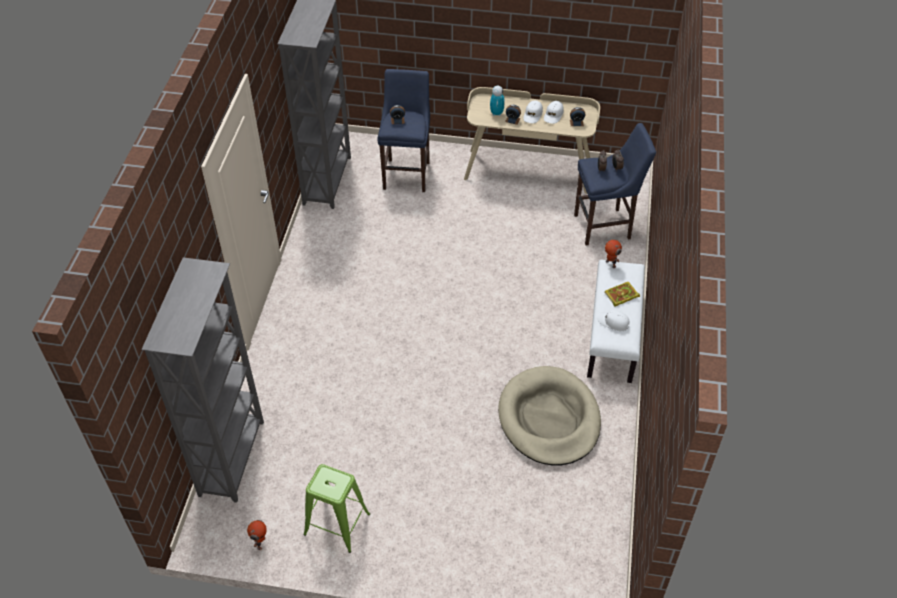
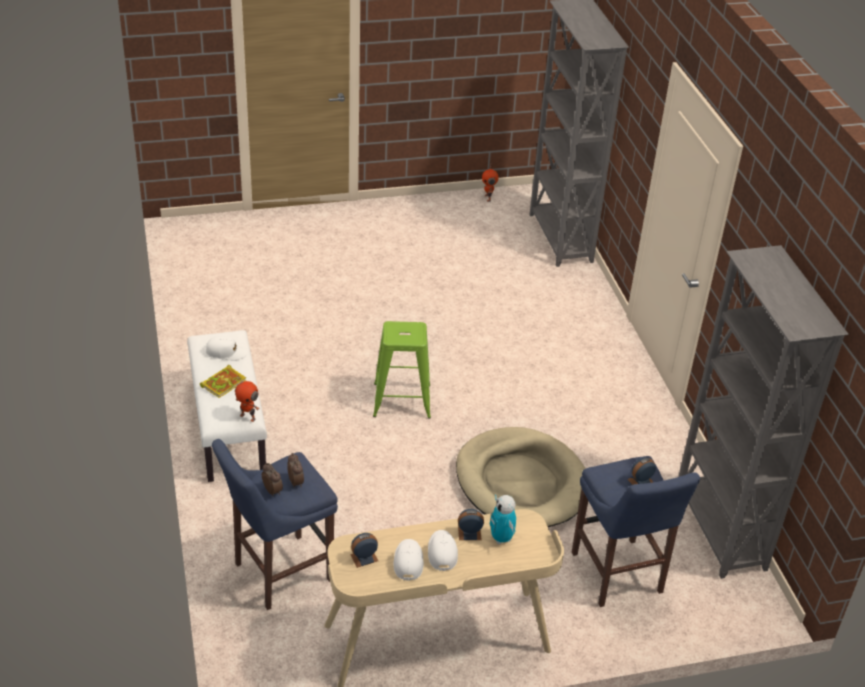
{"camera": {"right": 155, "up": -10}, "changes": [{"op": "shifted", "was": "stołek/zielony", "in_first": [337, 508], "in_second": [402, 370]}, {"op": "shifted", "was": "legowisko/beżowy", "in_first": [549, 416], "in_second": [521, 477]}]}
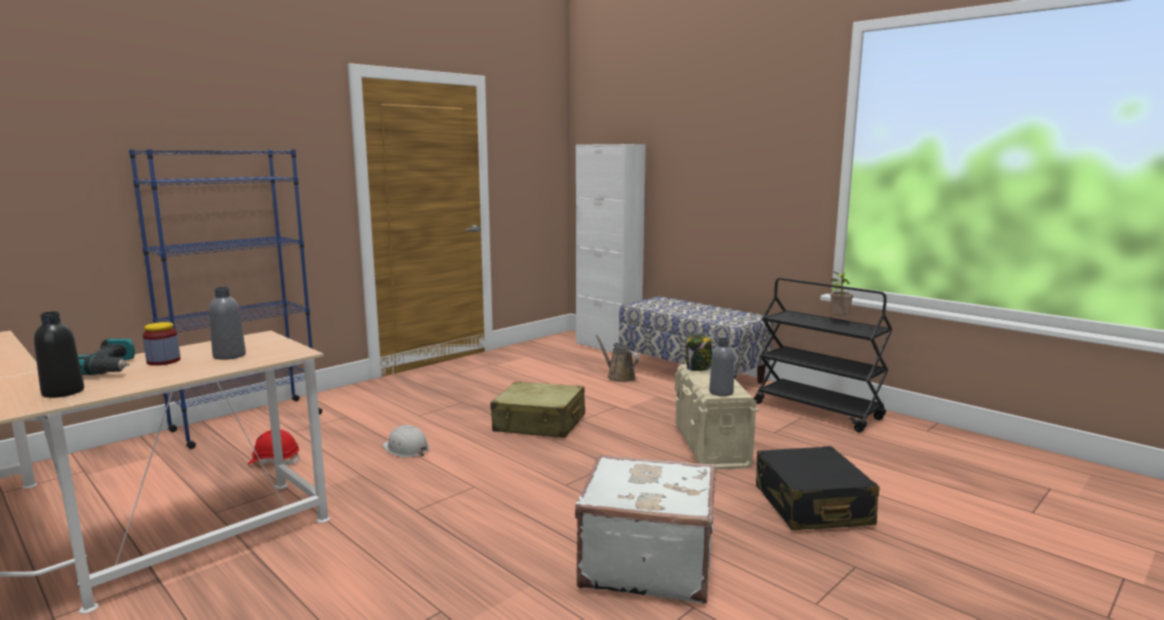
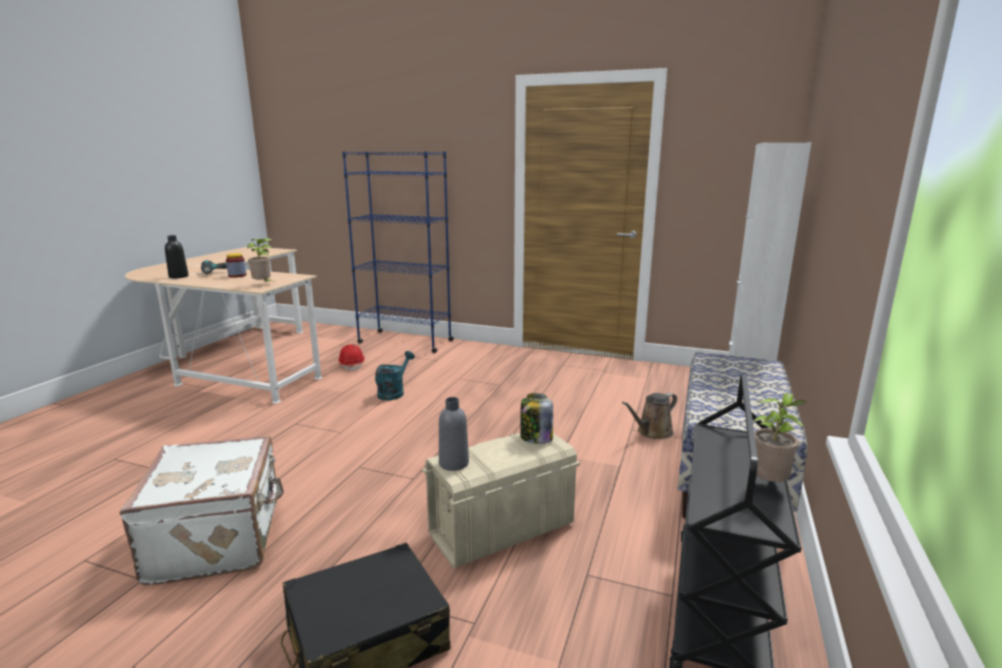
{"camera": {"right": 65, "up": 5}, "changes": [{"op": "new", "now": "roślina doniczkowa", "in_second": [259, 259]}, {"op": "swapped", "was": "kask/biały", "now": "konewka/turkusowy", "in_first": [406, 441], "in_second": [395, 375]}, {"op": "rotated", "was": "konewka/brązowy", "in_first": [617, 358], "in_second": [649, 416], "clockwise": -150}, {"op": "gone", "was": "butelka/szary", "in_first": [227, 323]}, {"op": "gone", "was": "walizka/beżowy", "in_first": [537, 409]}]}
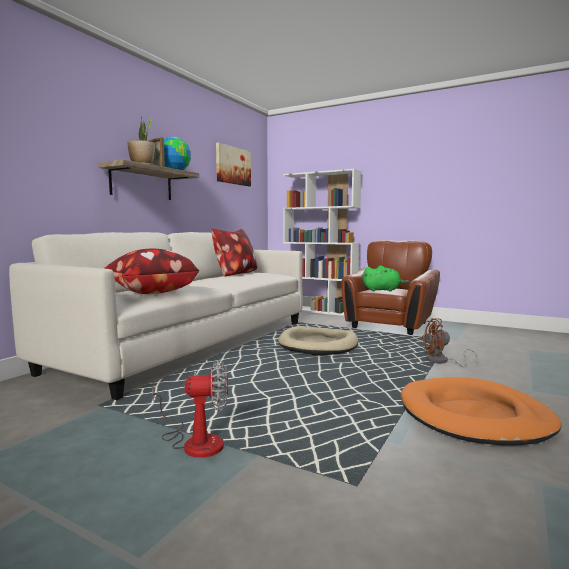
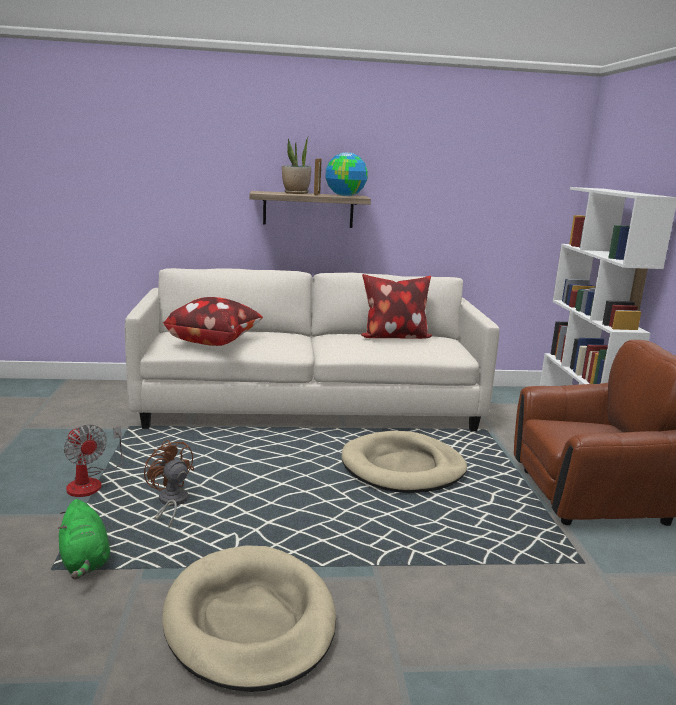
{"camera": {"right": 55, "up": 10}, "changes": [{"op": "shifted", "was": "pluszak/zielony", "in_first": [386, 278], "in_second": [84, 539]}, {"op": "shifted", "was": "wentylator/brązowy", "in_first": [449, 342], "in_second": [169, 483]}, {"op": "repainted", "was": "legowisko/pomarańczowy", "now": "legowisko/beżowy", "in_first": [481, 411], "in_second": [249, 618]}, {"op": "gone", "was": "obraz", "in_first": [233, 164]}]}
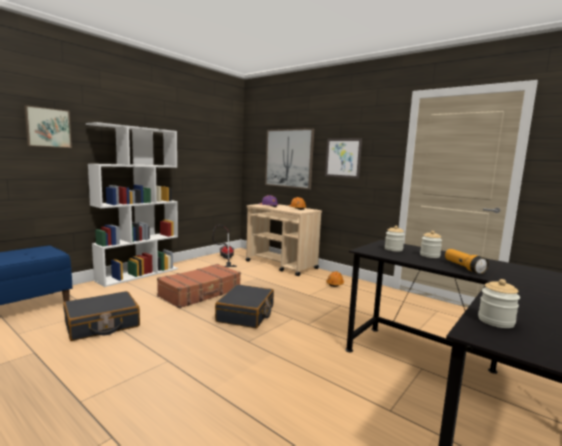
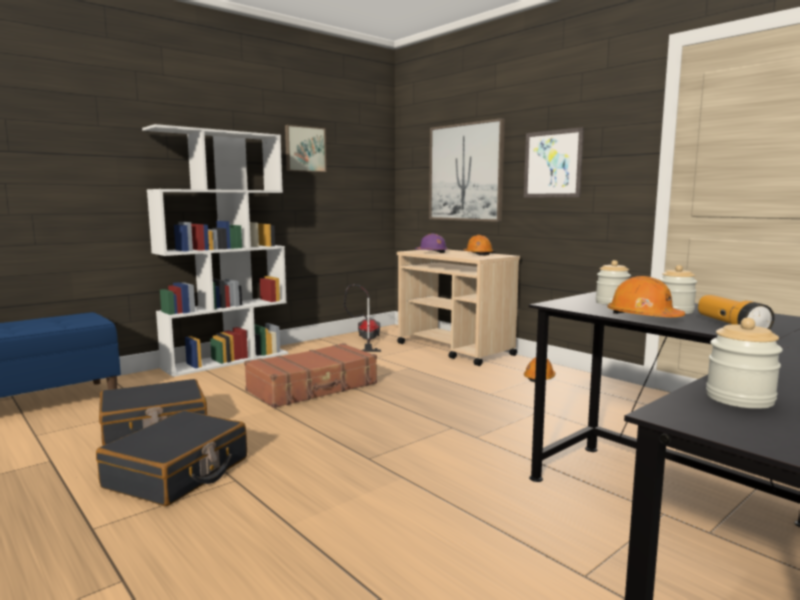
{"camera": {"right": 10, "up": 0}, "changes": [{"op": "shifted", "was": "walizka/czarny", "in_first": [244, 306], "in_second": [171, 458]}, {"op": "shifted", "was": "obraz", "in_first": [48, 126], "in_second": [305, 148]}, {"op": "new", "now": "kask/pomarańczowy", "in_second": [646, 296]}]}
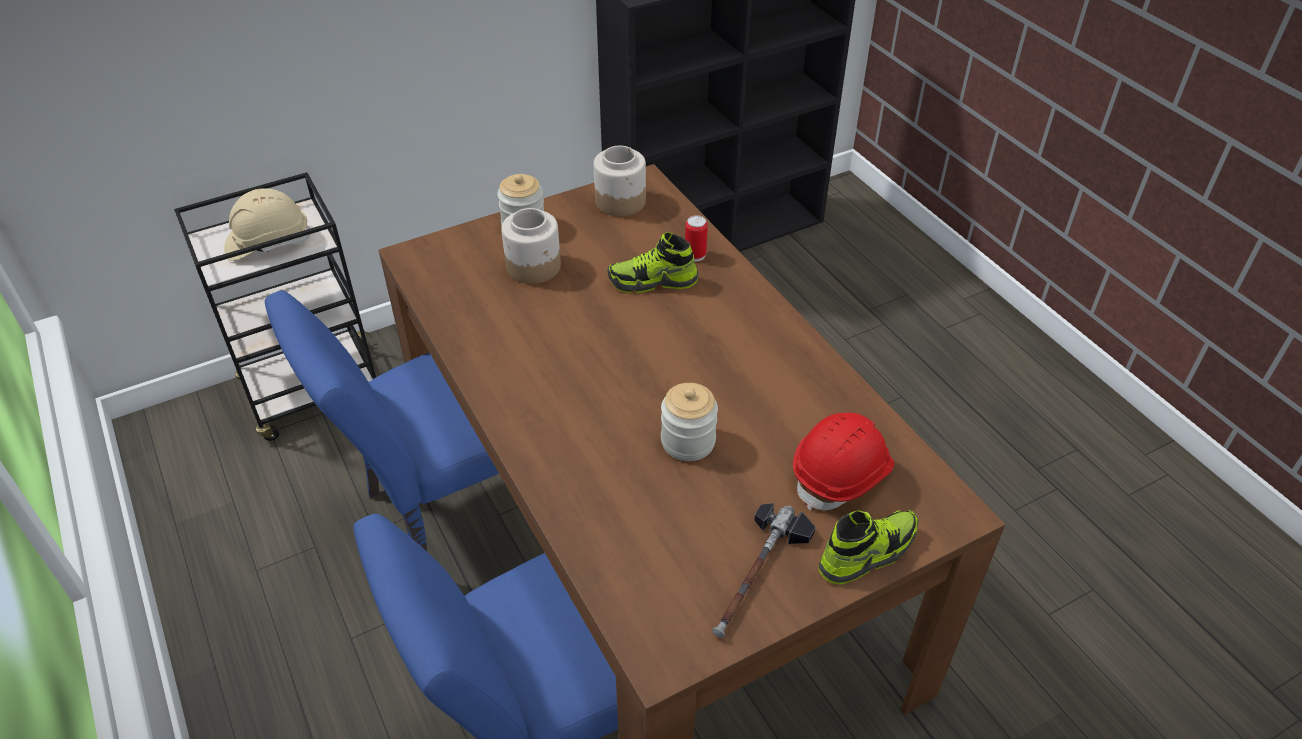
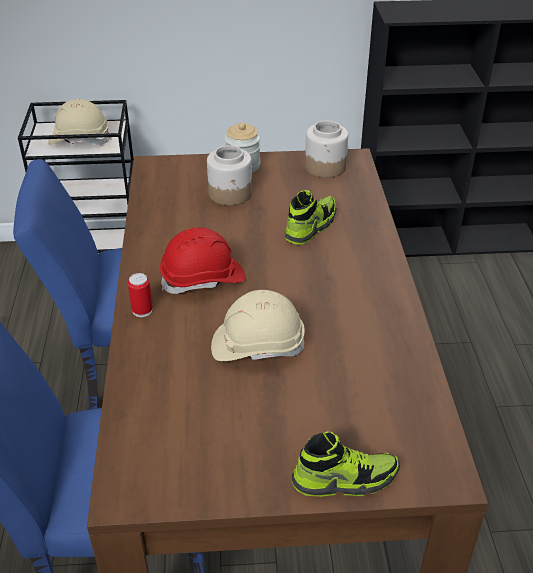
{"camera": {"right": 25, "up": -5}, "changes": [{"op": "shifted", "was": "puszka", "in_first": [696, 238], "in_second": [140, 295]}, {"op": "shifted", "was": "kask/czerwony", "in_first": [843, 462], "in_second": [203, 260]}, {"op": "swapped", "was": "słoik", "now": "kask/beżowy", "in_first": [689, 422], "in_second": [258, 325]}, {"op": "rotated", "was": "but", "in_first": [652, 262], "in_second": [310, 217], "clockwise": 105}, {"op": "gone", "was": "młotek", "in_first": [764, 570]}]}
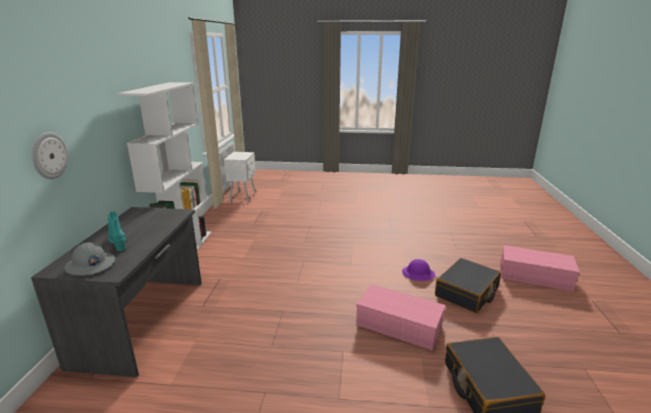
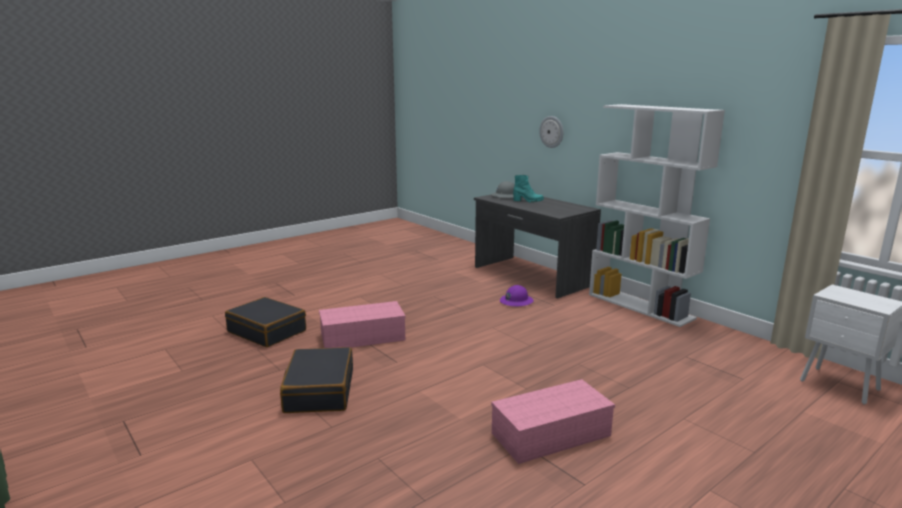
{"camera": {"right": 135, "up": -5}, "changes": [{"op": "shifted", "was": "pojemnik do przechowywania/różowy", "in_first": [540, 268], "in_second": [553, 421]}, {"op": "shifted", "was": "kask/fioletowy", "in_first": [418, 270], "in_second": [517, 295]}]}
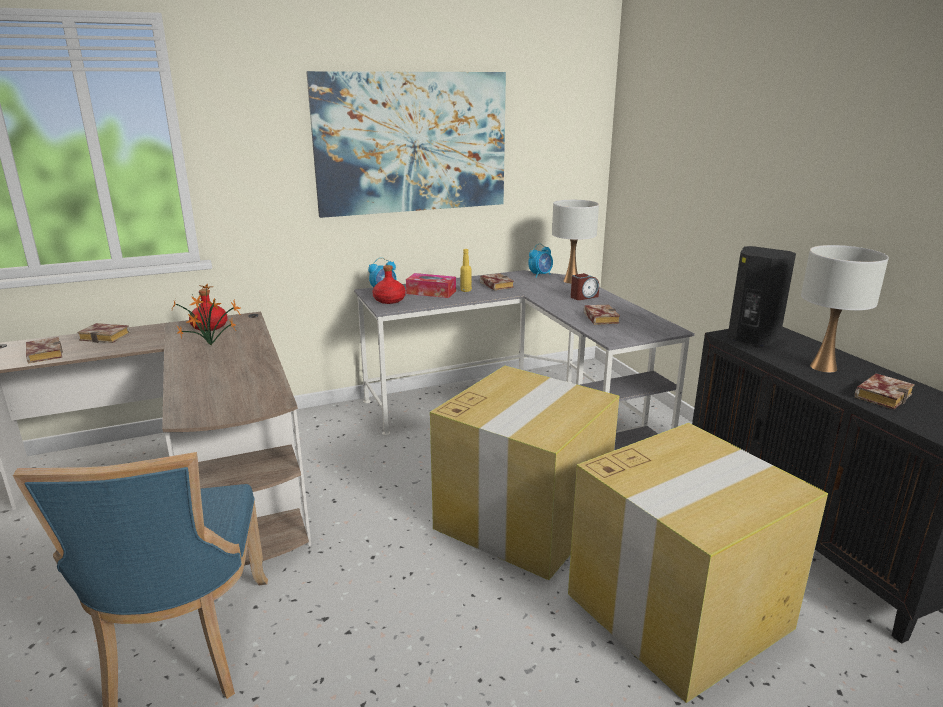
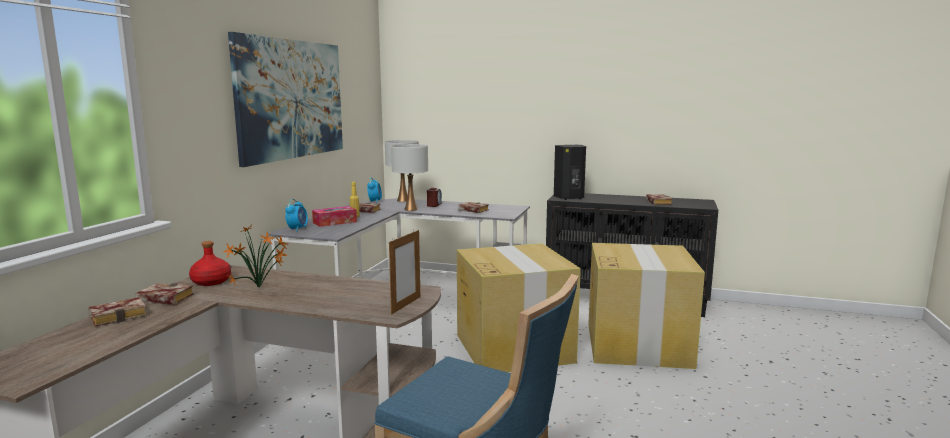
{"camera": {"right": -50, "up": -10}, "changes": [{"op": "shifted", "was": "książka", "in_first": [44, 350], "in_second": [164, 294]}, {"op": "new", "now": "ramka na zdjęcie", "in_second": [404, 271]}, {"op": "shifted", "was": "lampa stołowa/biały", "in_first": [845, 309], "in_second": [409, 177]}, {"op": "gone", "was": "butelka/czerwony", "in_first": [389, 284]}]}
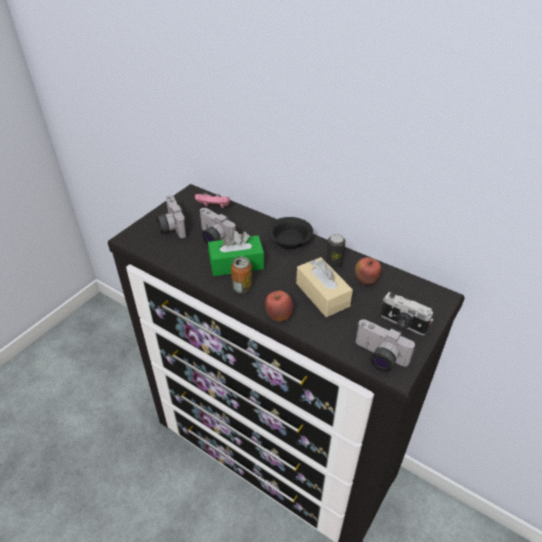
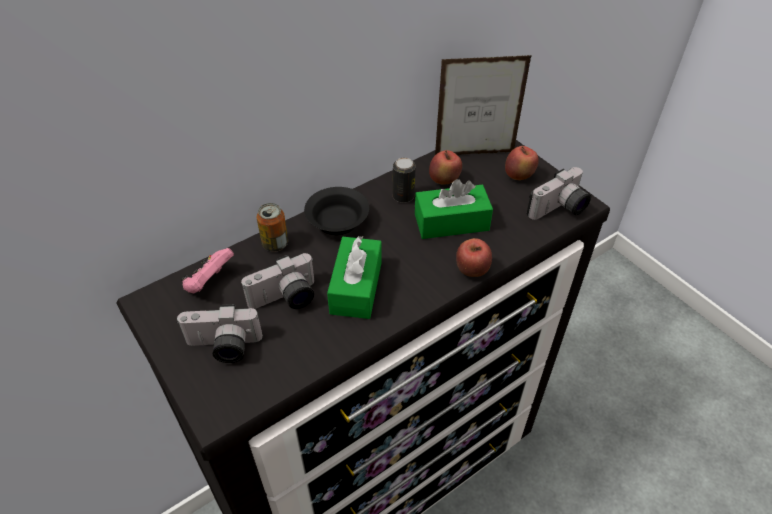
{"camera": {"right": -70, "up": 5}, "changes": [{"op": "shifted", "was": "puszka", "in_first": [241, 275], "in_second": [272, 227]}, {"op": "repainted", "was": "pudełko chusteczek/beżowy", "now": "pudełko chusteczek/zielony", "in_first": [324, 287], "in_second": [454, 209]}, {"op": "new", "now": "ramka na zdjęcie", "in_second": [483, 105]}, {"op": "swapped", "was": "aparat fotograficzny", "now": "jabłko", "in_first": [407, 313], "in_second": [522, 163]}]}
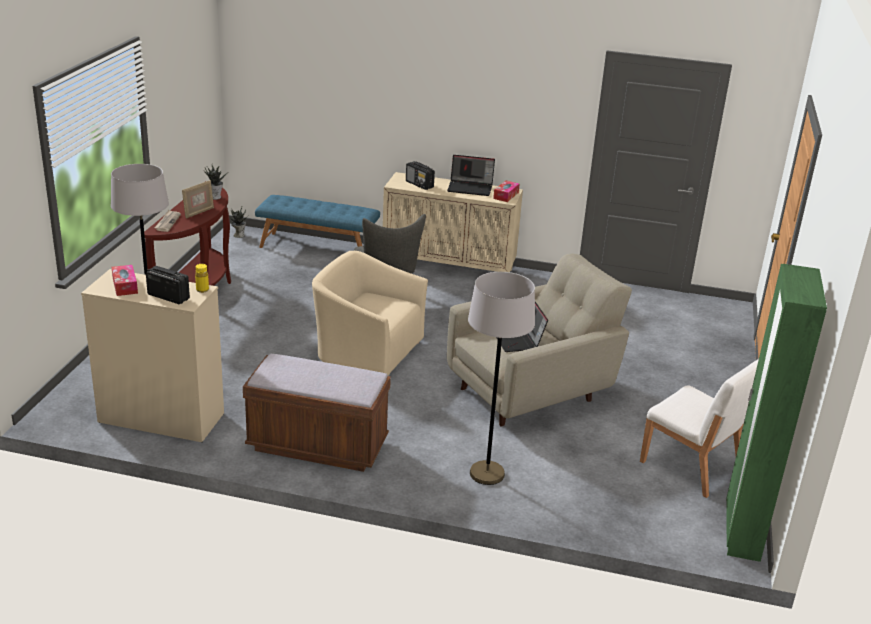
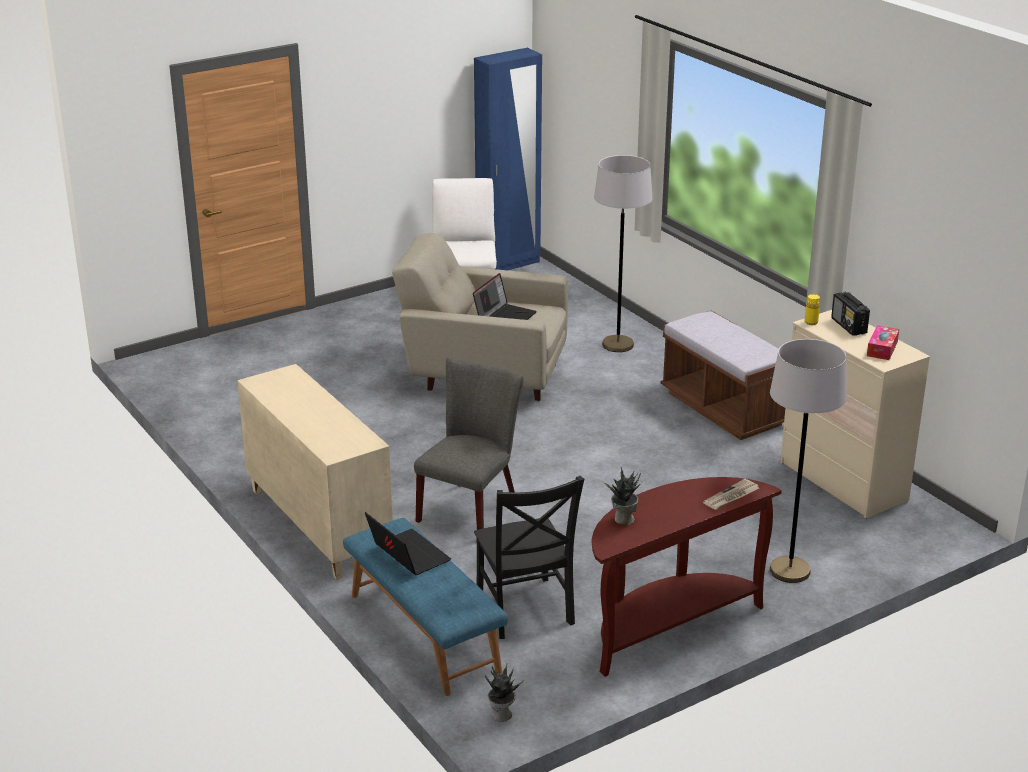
{"camera": {"right": -135, "up": 0}, "changes": [{"op": "shifted", "was": "laptop", "in_first": [471, 175], "in_second": [408, 543]}, {"op": "repainted", "was": "szafa/zielony", "now": "szafa/niebieski", "in_first": [776, 413], "in_second": [508, 159]}, {"op": "new", "now": "krzesło/czarny", "in_second": [529, 557]}, {"op": "gone", "was": "ramka na zdjęcie", "in_first": [198, 199]}, {"op": "gone", "was": "fotel/beżowy", "in_first": [370, 313]}, {"op": "gone", "was": "radio", "in_first": [420, 175]}, {"op": "gone", "was": "pudełko chusteczek", "in_first": [506, 191]}]}
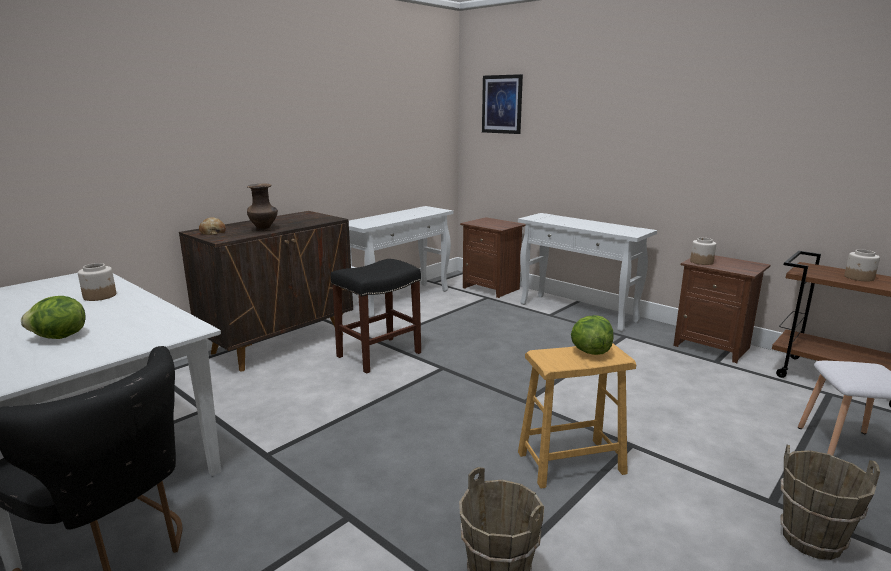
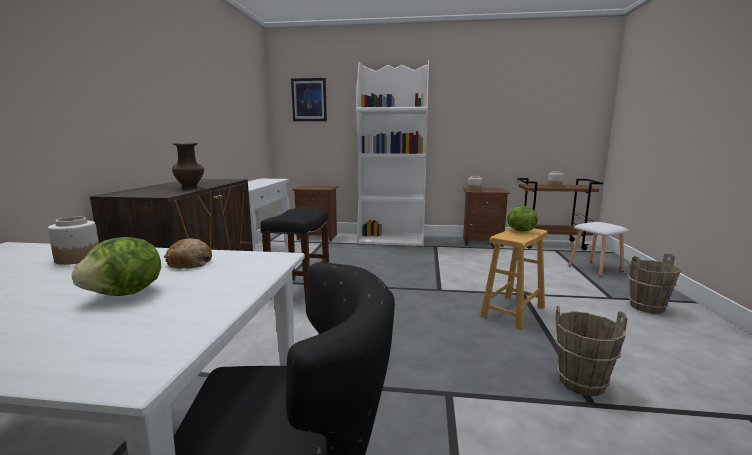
{"camera": {"right": -35, "up": -5}, "changes": [{"op": "shifted", "was": "chleb", "in_first": [212, 226], "in_second": [188, 253]}, {"op": "swapped", "was": "stolik konsolowy/biały", "now": "regał/biały", "in_first": [587, 272], "in_second": [392, 153]}]}
